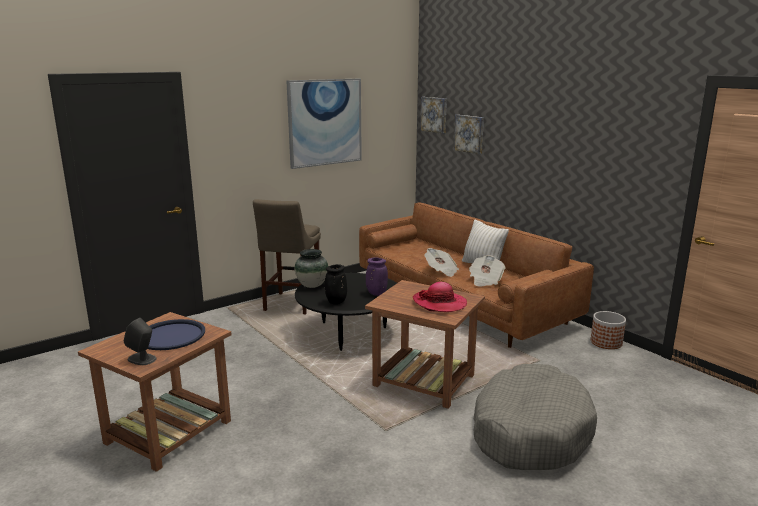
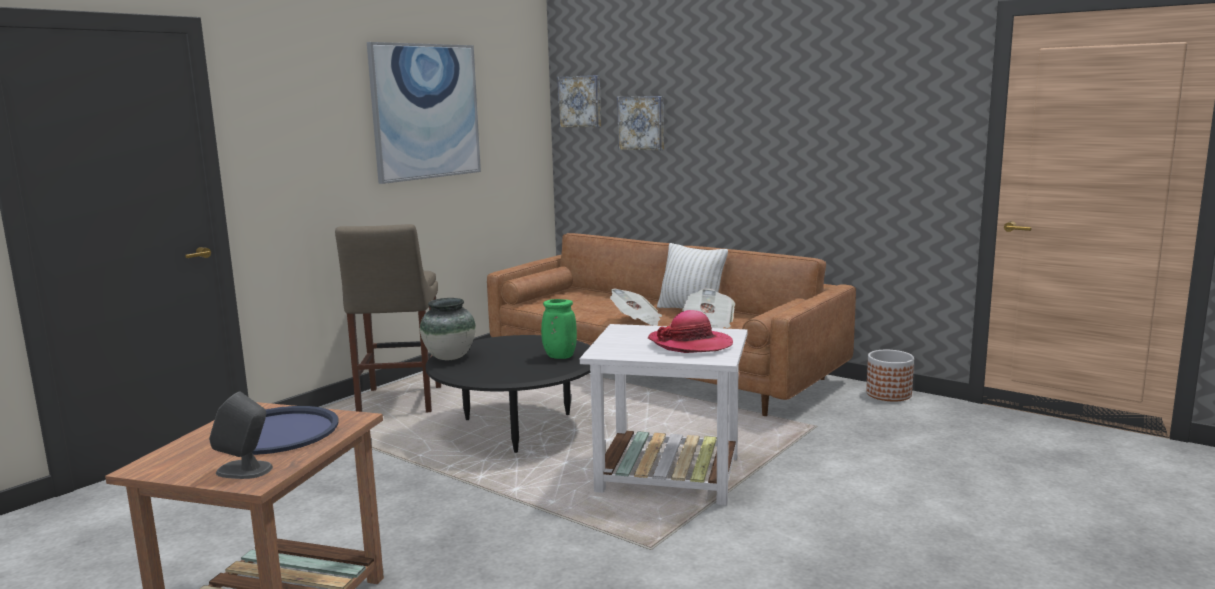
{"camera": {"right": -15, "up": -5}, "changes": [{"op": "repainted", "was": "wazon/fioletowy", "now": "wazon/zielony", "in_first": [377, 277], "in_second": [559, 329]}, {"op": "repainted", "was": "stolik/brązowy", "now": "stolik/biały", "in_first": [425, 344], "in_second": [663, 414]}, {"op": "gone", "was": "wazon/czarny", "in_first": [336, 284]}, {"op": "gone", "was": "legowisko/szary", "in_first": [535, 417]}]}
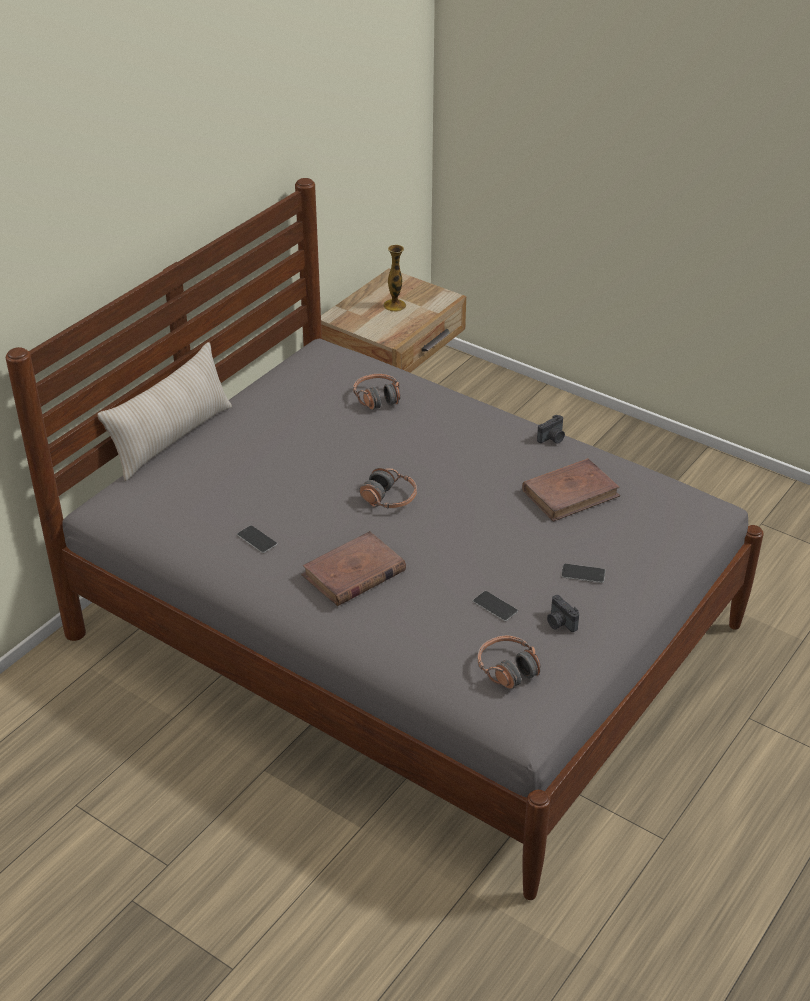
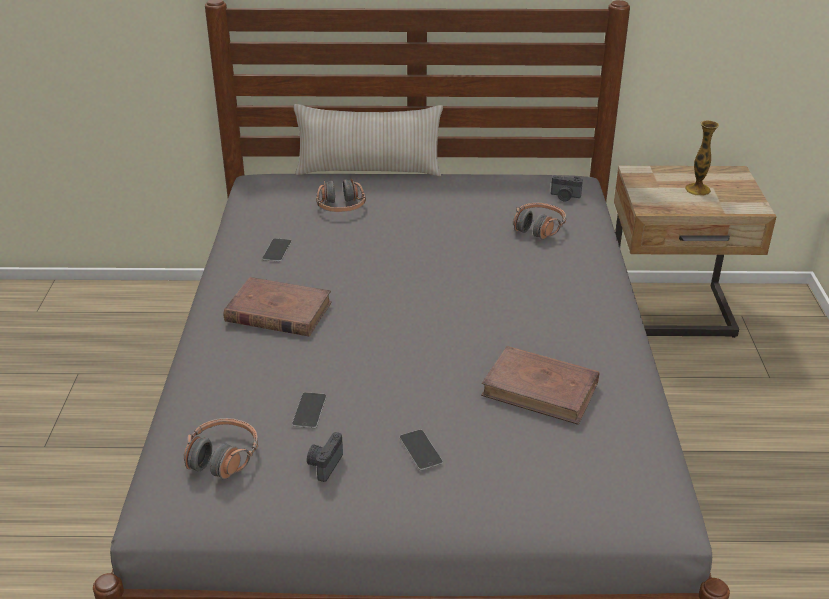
{"camera": {"right": 55, "up": -5}, "changes": [{"op": "shifted", "was": "słuchawki", "in_first": [388, 488], "in_second": [341, 195]}, {"op": "shifted", "was": "aparat fotograficzny", "in_first": [551, 429], "in_second": [567, 188]}]}
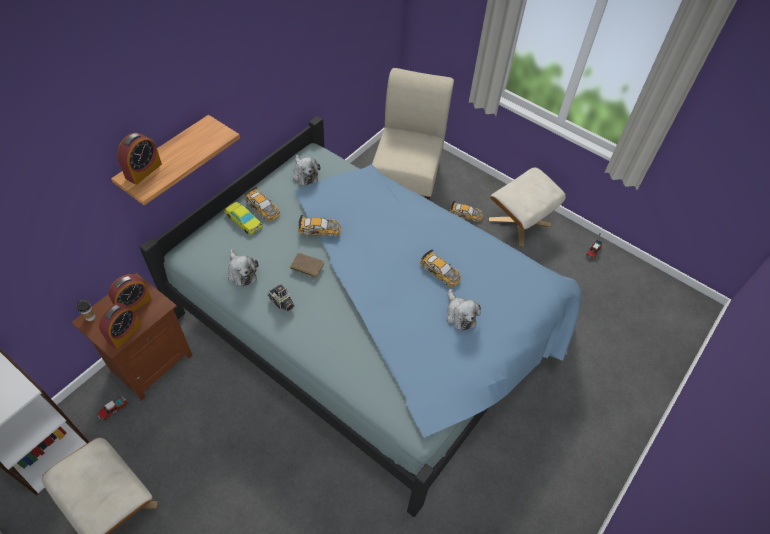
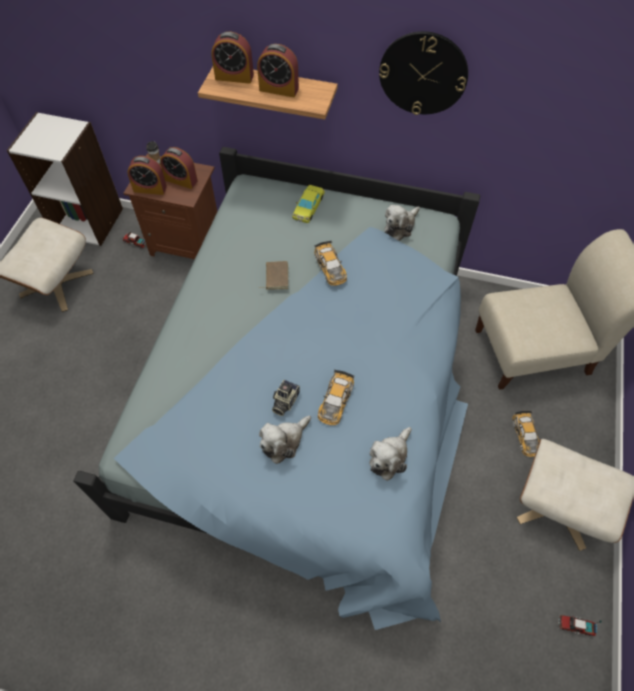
{"camera": {"right": 70, "up": 5}, "changes": [{"op": "new", "now": "budzik", "in_second": [278, 70]}, {"op": "shifted", "was": "aparat fotograficzny", "in_first": [281, 298], "in_second": [286, 398]}, {"op": "shifted", "was": "pluszak", "in_first": [243, 268], "in_second": [390, 454]}, {"op": "new", "now": "zegar ścienny", "in_second": [423, 73]}, {"op": "gone", "was": "samochodzik", "in_first": [262, 204]}]}
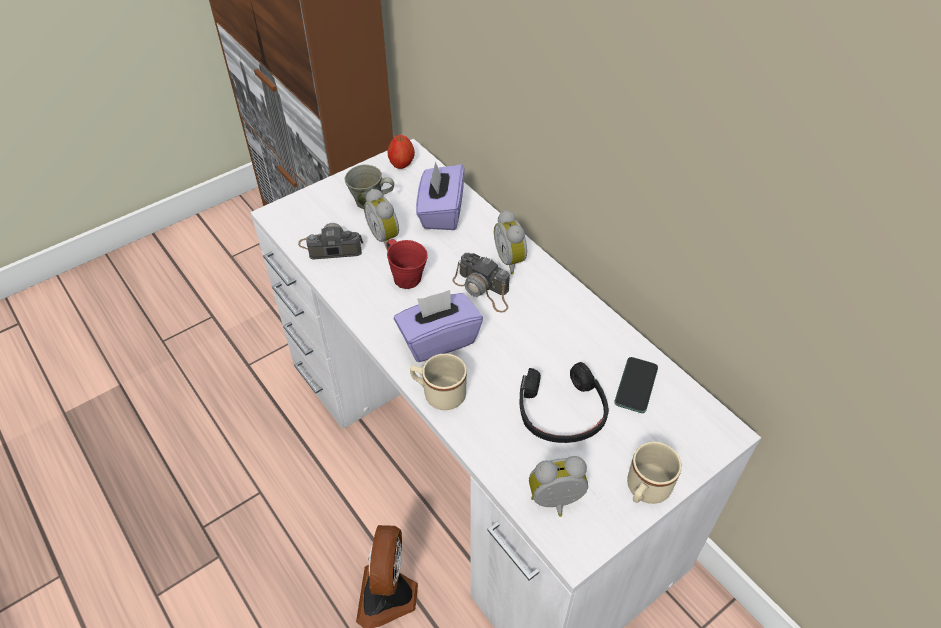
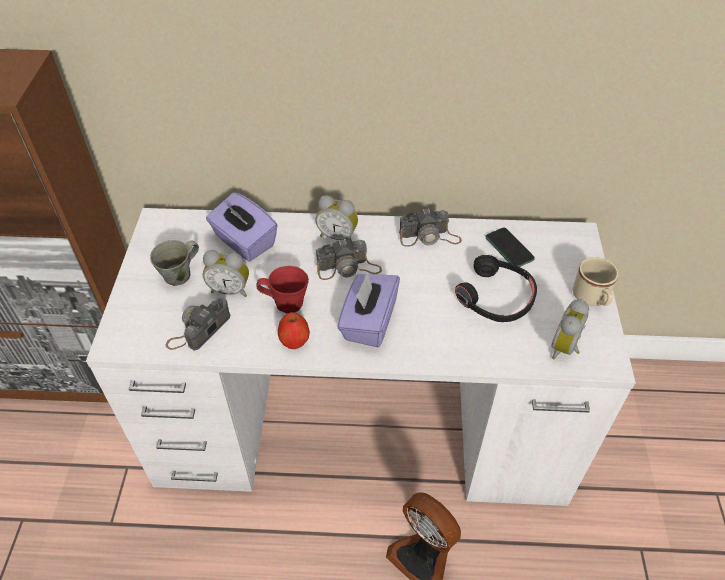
{"camera": {"right": -50, "up": 0}, "changes": [{"op": "shifted", "was": "jabłko", "in_first": [401, 152], "in_second": [294, 330]}, {"op": "new", "now": "aparat fotograficzny", "in_second": [430, 227]}, {"op": "gone", "was": "kubek/beżowy", "in_first": [438, 382]}]}
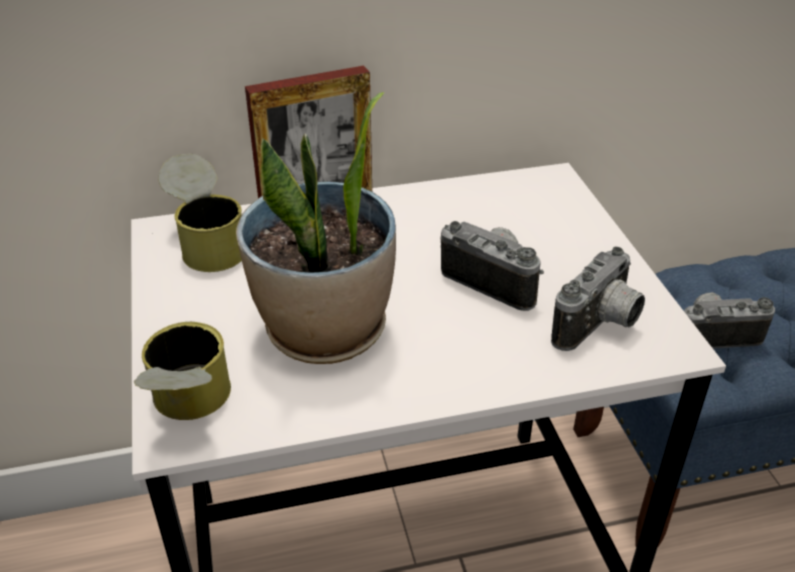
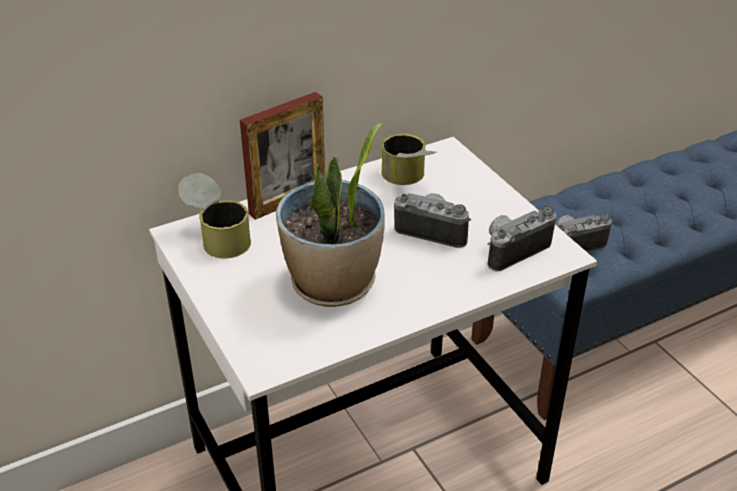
{"camera": {"right": -15, "up": 0}, "changes": [{"op": "shifted", "was": "puszka", "in_first": [182, 371], "in_second": [409, 159]}, {"op": "rotated", "was": "aparat fotograficzny", "in_first": [598, 298], "in_second": [521, 238], "clockwise": -150}]}
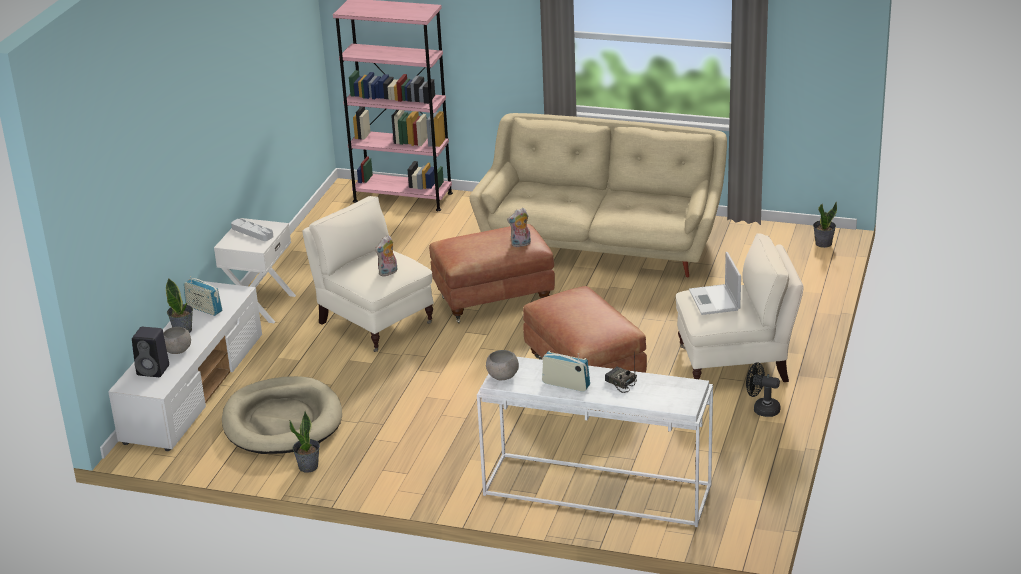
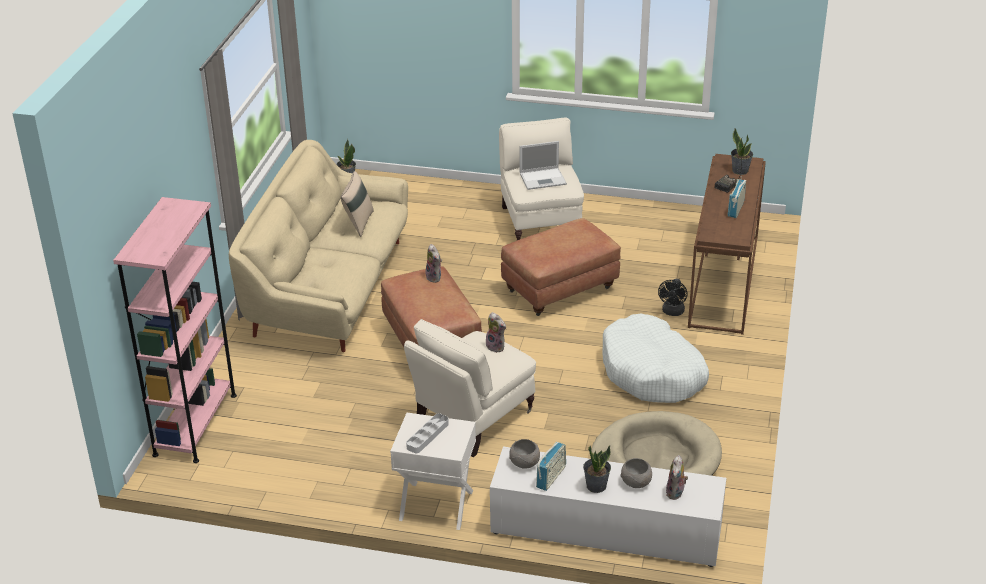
{"camera": {"right": -95, "up": 5}, "changes": [{"op": "new", "now": "poduszka/beżowy", "in_second": [357, 204]}, {"op": "shifted", "was": "miska/szary", "in_first": [502, 365], "in_second": [524, 454]}, {"op": "new", "now": "legowisko/biały", "in_second": [655, 358]}, {"op": "shifted", "was": "wentylator/czarny", "in_first": [763, 389], "in_second": [672, 297]}, {"op": "swapped", "was": "głośnik/czarny", "now": "pluszak", "in_first": [150, 352], "in_second": [677, 477]}, {"op": "repainted", "was": "stolik konsolowy/biały", "now": "stolik konsolowy/brązowy", "in_first": [595, 442], "in_second": [727, 244]}, {"op": "shifted", "was": "roślina doniczkowa", "in_first": [304, 442], "in_second": [742, 152]}]}
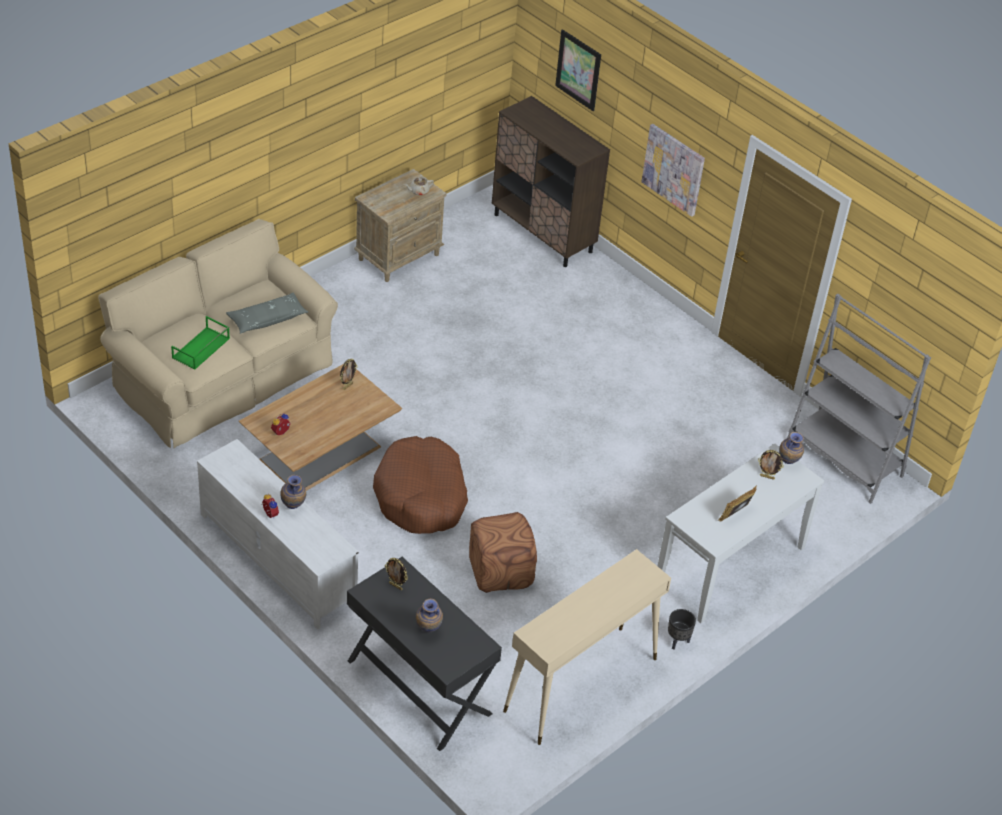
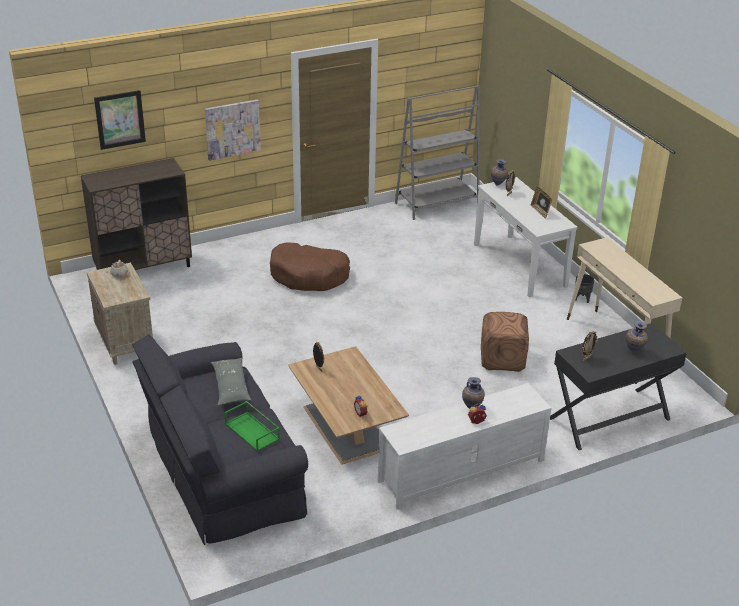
{"camera": {"right": -70, "up": -10}, "changes": [{"op": "repainted", "was": "kanapa/beżowy", "now": "kanapa/czarny", "in_first": [218, 333], "in_second": [220, 439]}, {"op": "shifted", "was": "legowisko/brązowy", "in_first": [420, 485], "in_second": [310, 266]}]}
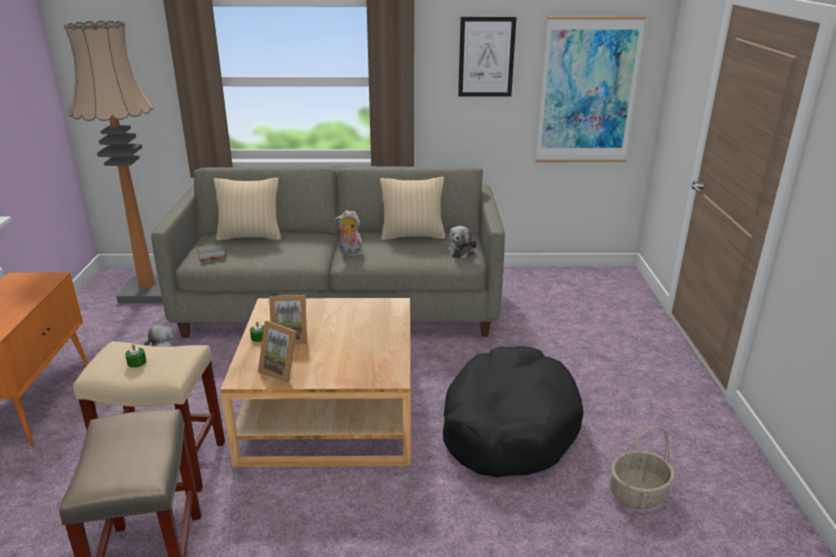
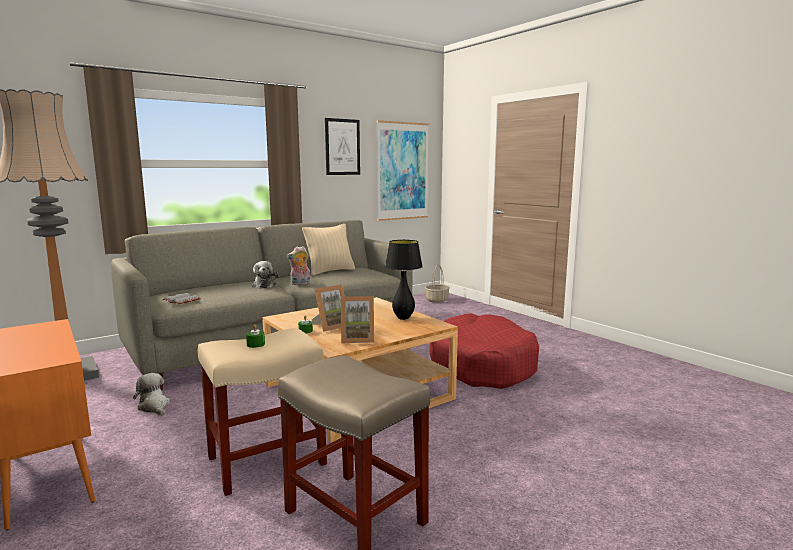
{"camera": {"right": -35, "up": -15}, "changes": [{"op": "shifted", "was": "pluszak", "in_first": [462, 242], "in_second": [265, 274]}, {"op": "new", "now": "lampa stołowa/czarny", "in_second": [404, 280]}, {"op": "shifted", "was": "koszyk", "in_first": [642, 468], "in_second": [437, 284]}, {"op": "repainted", "was": "legowisko/czarny", "now": "legowisko/czerwony", "in_first": [513, 411], "in_second": [484, 351]}, {"op": "gone", "was": "poduszka/beżowy", "in_first": [247, 209]}]}
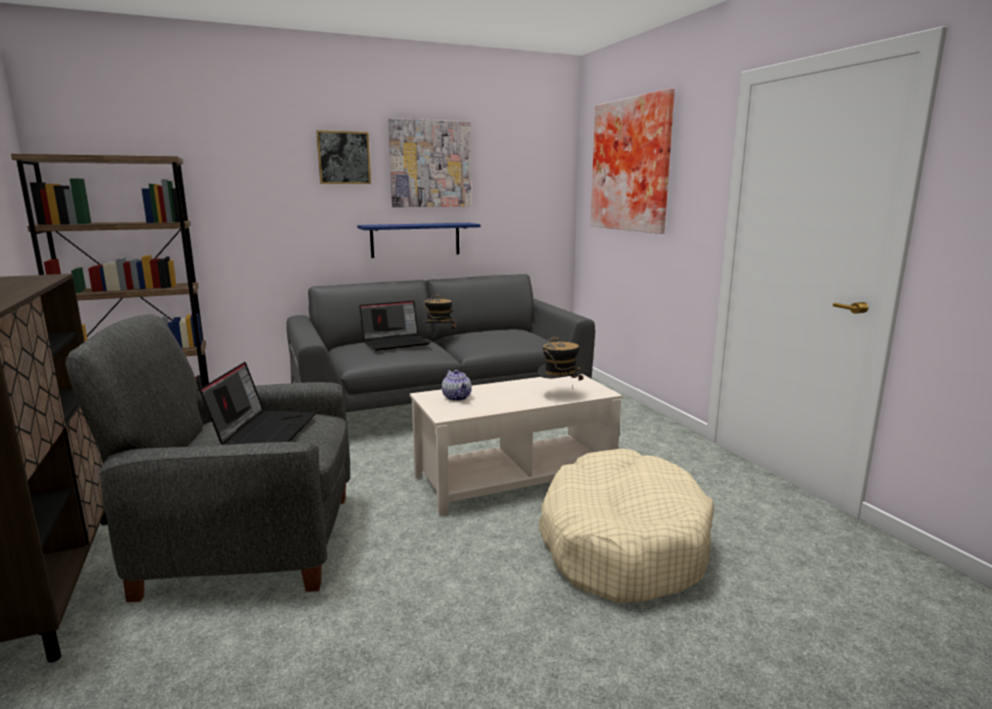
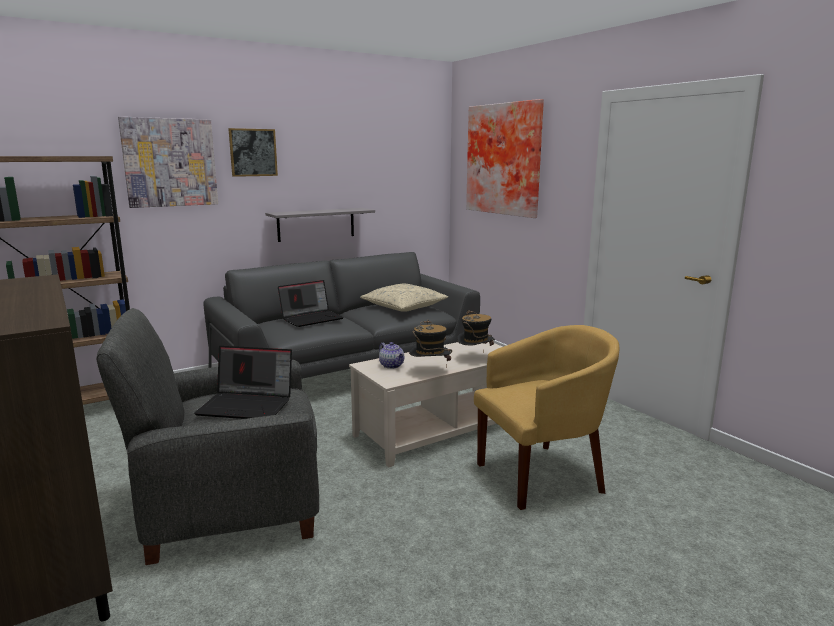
{"camera": {"right": -10, "up": 0}, "changes": [{"op": "shifted", "was": "obraz", "in_first": [429, 162], "in_second": [168, 162]}, {"op": "rotated", "was": "laptop", "in_first": [257, 403], "in_second": [243, 382], "clockwise": 105}, {"op": "repainted", "was": "półka/niebieski", "now": "półka/szary", "in_first": [419, 240], "in_second": [320, 225]}, {"op": "new", "now": "poduszka/beżowy", "in_second": [404, 298]}, {"op": "shifted", "was": "kapelusz", "in_first": [439, 315], "in_second": [430, 343]}, {"op": "swapped", "was": "legowisko/beżowy", "now": "fotel/żółty", "in_first": [626, 526], "in_second": [546, 417]}]}
